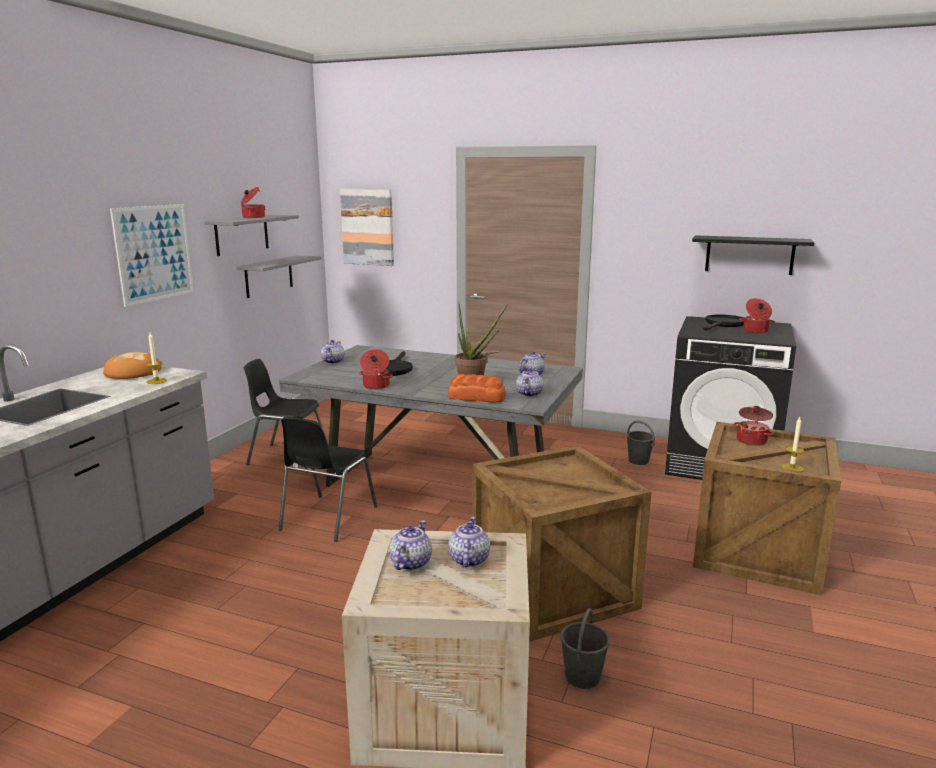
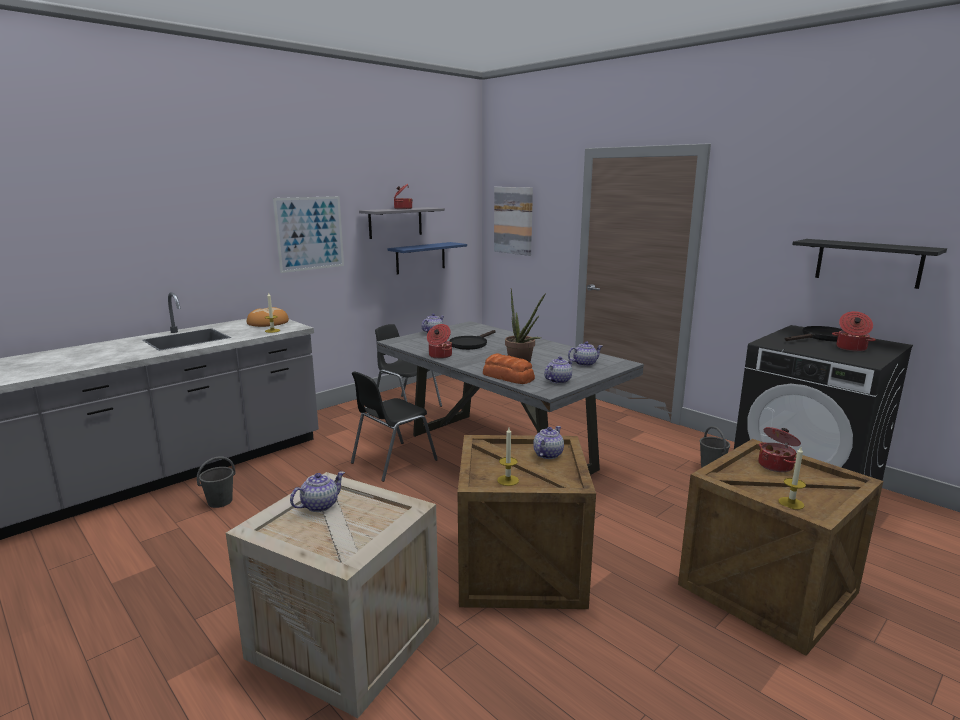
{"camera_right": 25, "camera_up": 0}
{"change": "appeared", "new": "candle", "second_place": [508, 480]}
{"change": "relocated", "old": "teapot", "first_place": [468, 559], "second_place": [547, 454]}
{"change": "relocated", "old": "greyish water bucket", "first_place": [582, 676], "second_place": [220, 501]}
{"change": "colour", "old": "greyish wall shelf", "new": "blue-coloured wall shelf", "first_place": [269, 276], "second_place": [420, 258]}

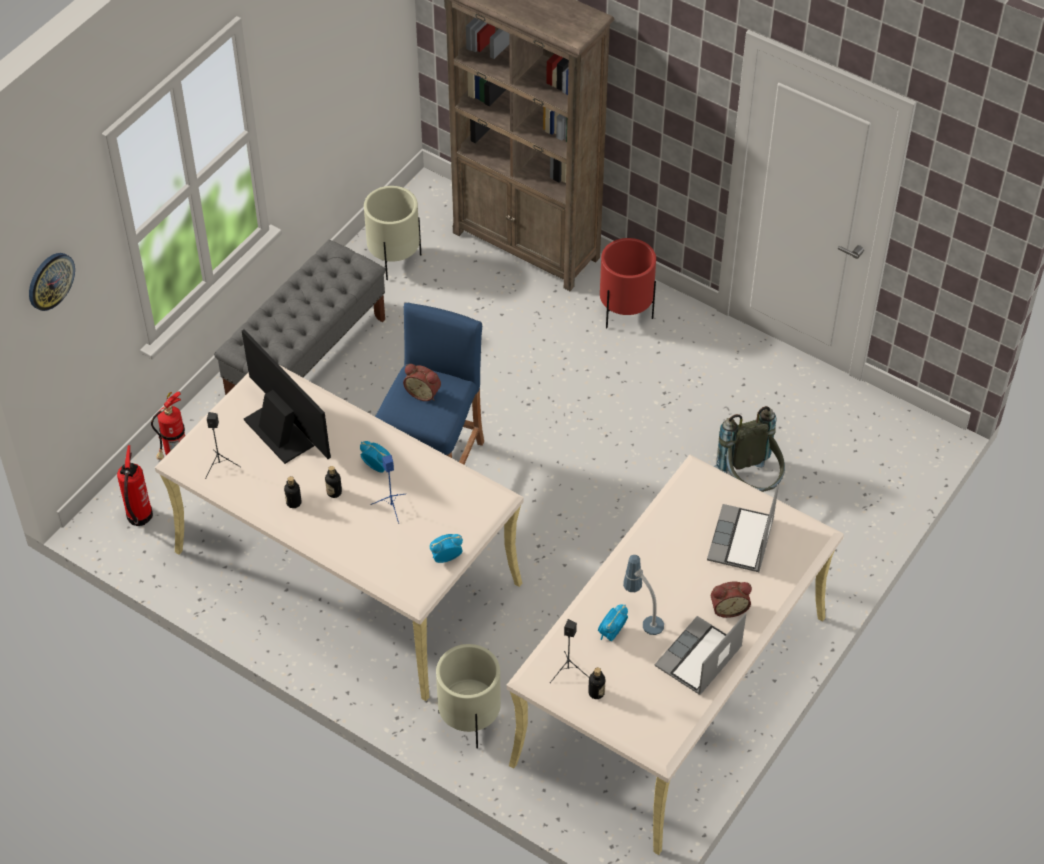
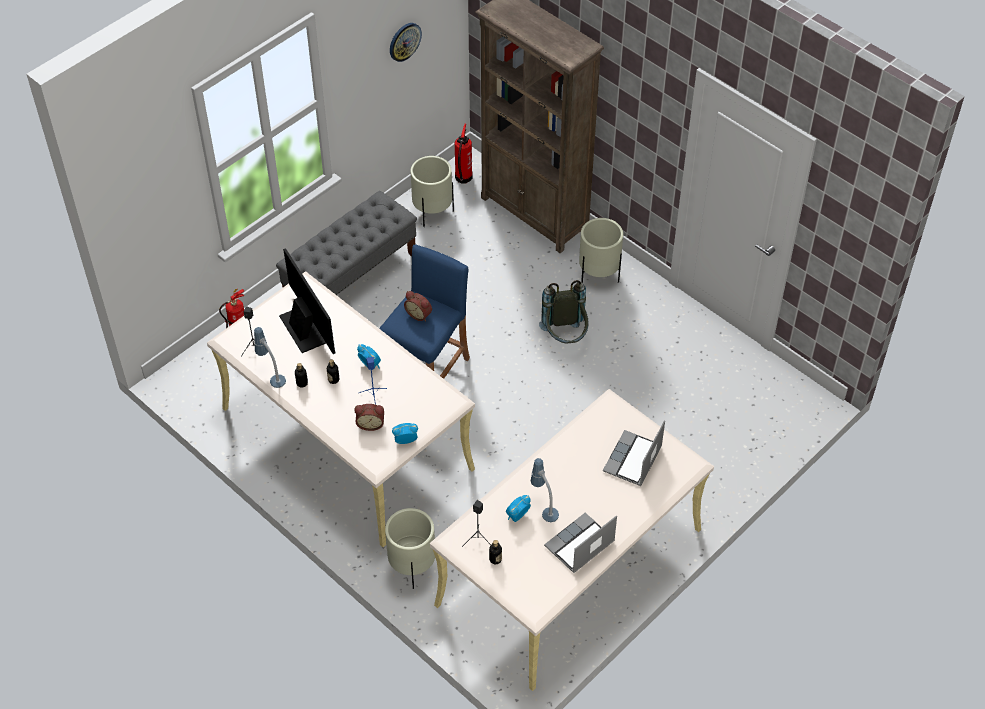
{"camera_right": 10, "camera_up": 0}
{"change": "appeared", "new": "table lamp", "second_place": [271, 374]}
{"change": "relocated", "old": "clock on the wall", "first_place": [50, 281], "second_place": [404, 41]}
{"change": "relocated", "old": "extinguisher", "first_place": [138, 518], "second_place": [463, 178]}
{"change": "relocated", "old": "alarm clock", "first_place": [728, 608], "second_place": [370, 424]}
{"change": "relocated", "old": "greyish backpack", "first_place": [750, 483], "second_place": [565, 338]}
{"change": "colour", "old": "reddish planter", "new": "sand-coloured planter", "first_place": [625, 313], "second_place": [598, 275]}

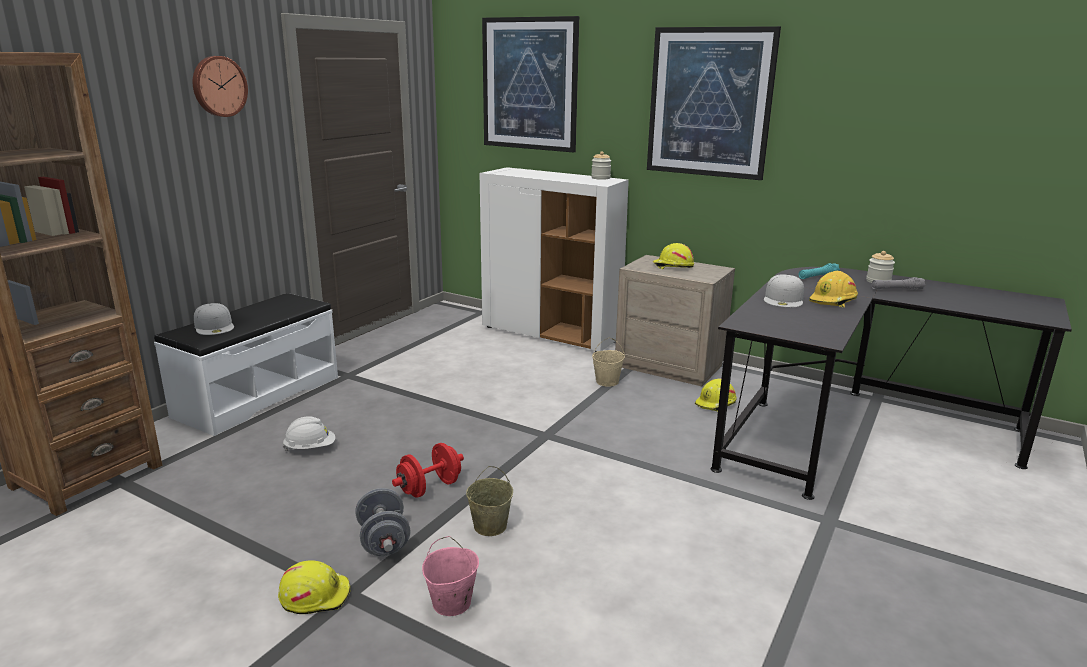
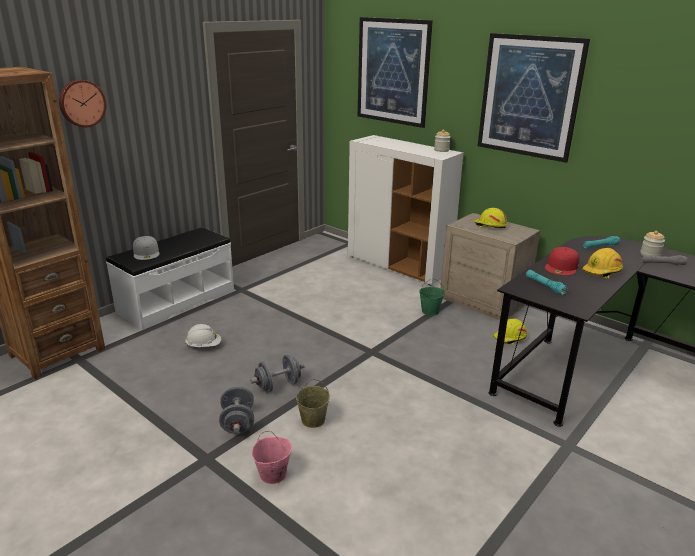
{"camera_right": 10, "camera_up": 5}
{"change": "missing", "old": "yellowish work helmet", "first_place": [315, 595]}
{"change": "appeared", "new": "blue-green hand torch", "second_place": [545, 286]}
{"change": "relocated", "old": "clock on the wall", "first_place": [218, 86], "second_place": [81, 103]}
{"change": "colour", "old": "reddish hand weight", "new": "greyish hand weight", "first_place": [429, 488], "second_place": [278, 385]}
{"change": "colour", "old": "sand-coloured water bucket", "new": "greenish water bucket", "first_place": [607, 381], "second_place": [430, 311]}
{"change": "colour", "old": "white cap", "new": "reddish cap", "first_place": [784, 299], "second_place": [562, 267]}

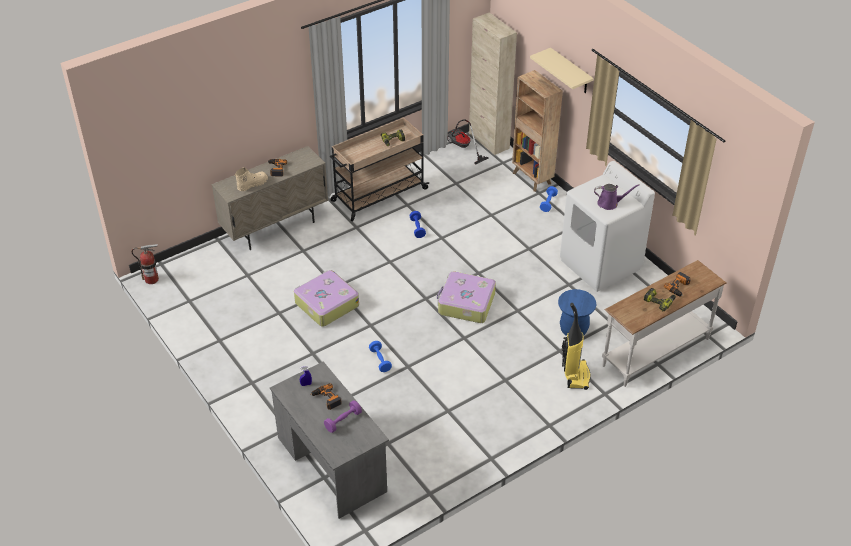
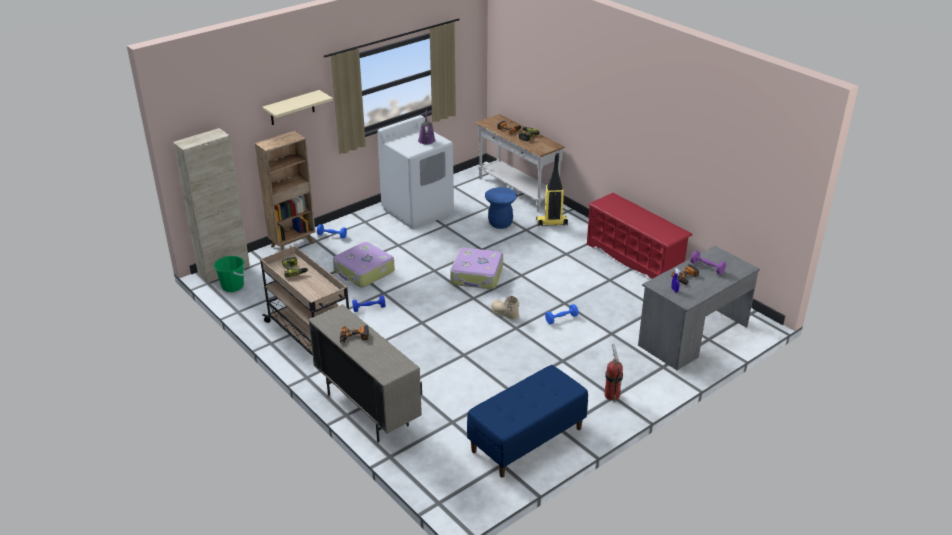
{"camera_right": -95, "camera_up": -10}
{"change": "appeared", "new": "blue-coloured long seat", "second_place": [527, 440]}
{"change": "appeared", "new": "reddish shoe shelf", "second_place": [634, 259]}
{"change": "relocated", "old": "extinguisher", "first_place": [151, 279], "second_place": [612, 395]}
{"change": "relocated", "old": "sand-coloured high-top boot", "first_place": [252, 184], "second_place": [504, 313]}
{"change": "relocated", "old": "travel case", "first_place": [326, 304], "second_place": [364, 272]}
{"change": "exchanged", "old": "vacuum cleaner", "new": "greenish water bucket", "first_place": [462, 148], "second_place": [232, 286]}

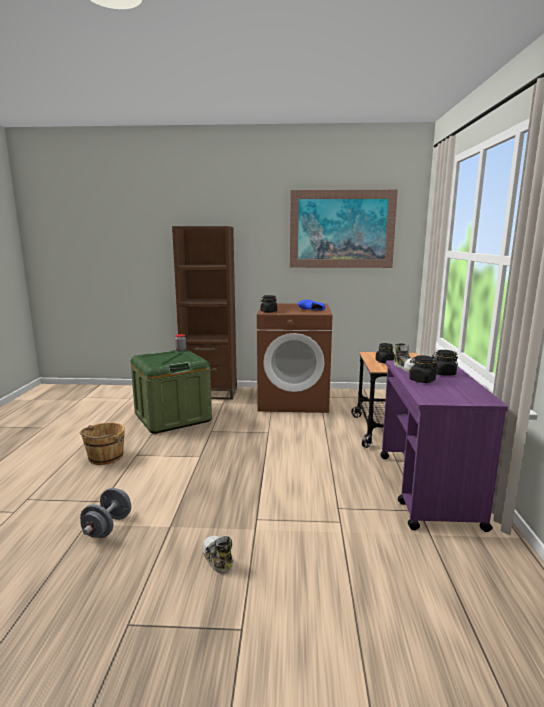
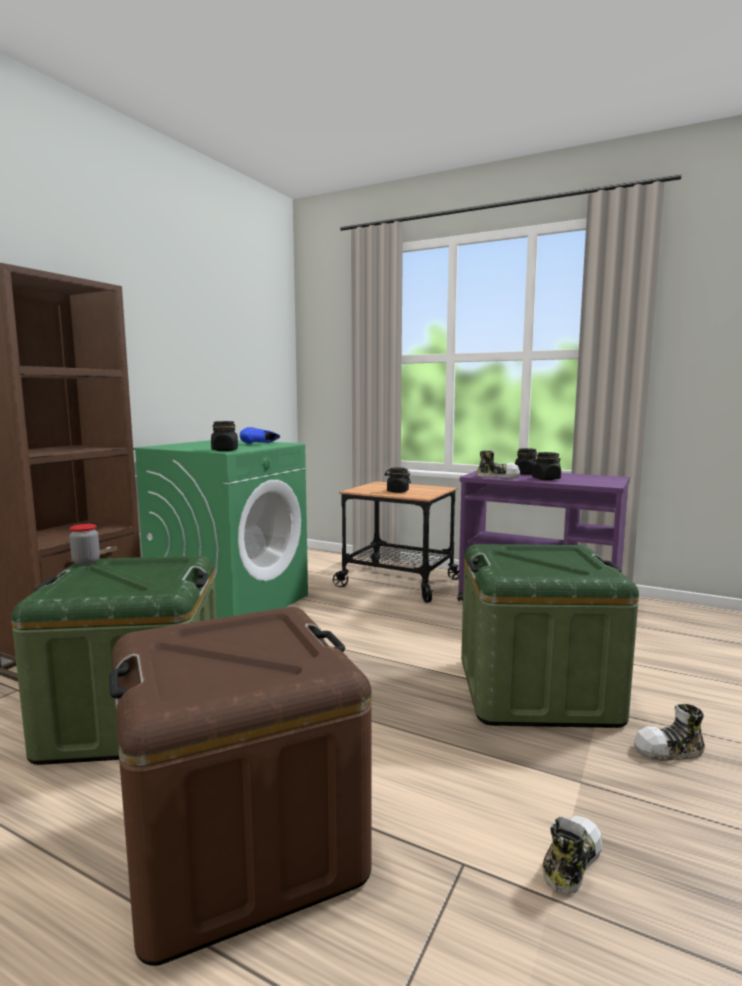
{"camera_right": -65, "camera_up": -5}
{"change": "missing", "old": "picture", "first_place": [342, 229]}
{"change": "appeared", "new": "greenish storage bin", "second_place": [536, 690]}
{"change": "exchanged", "old": "brown water bucket", "new": "brown storage bin", "first_place": [105, 457], "second_place": [241, 844]}
{"change": "exchanged", "old": "greyish hand weight", "new": "item of footwear", "first_place": [108, 527], "second_place": [570, 862]}
{"change": "colour", "old": "brown laundry machine", "new": "greenish laundry machine", "first_place": [293, 400], "second_place": [230, 604]}

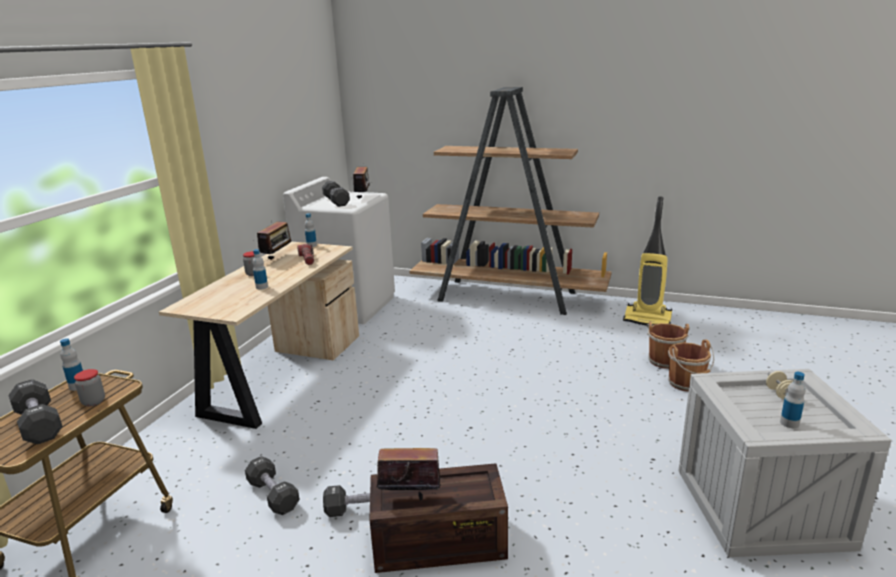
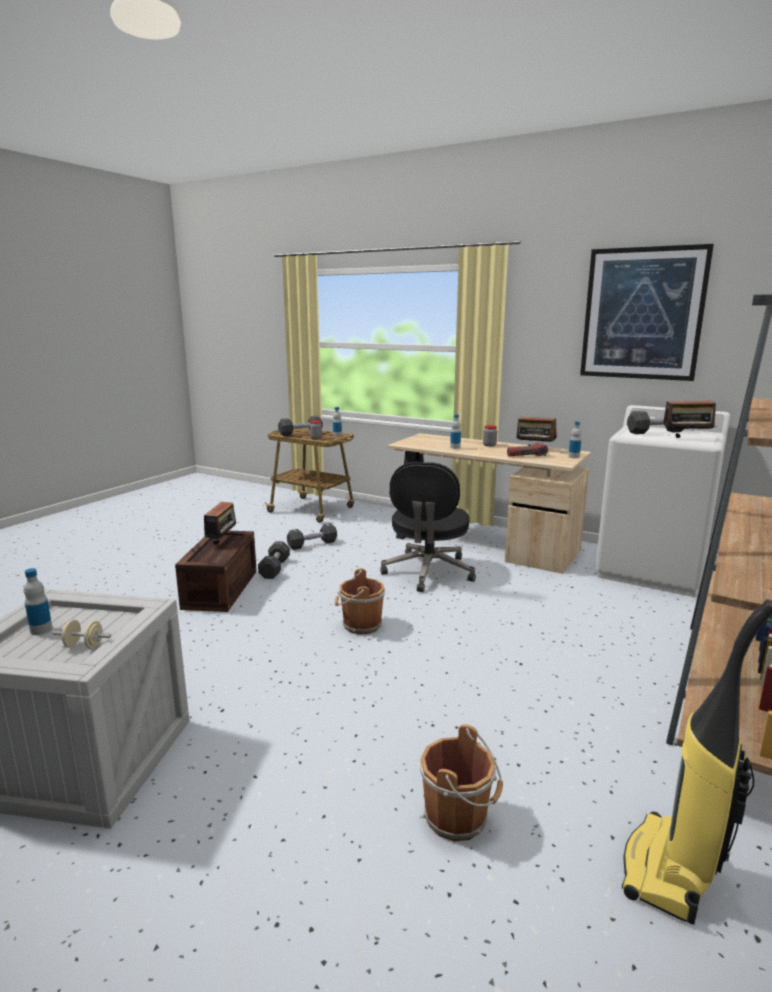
{"camera_right": 100, "camera_up": -5}
{"change": "appeared", "new": "blackish desk chair", "second_place": [428, 572]}
{"change": "appeared", "new": "picture", "second_place": [642, 314]}
{"change": "relocated", "old": "brown water bucket", "first_place": [687, 384], "second_place": [360, 625]}

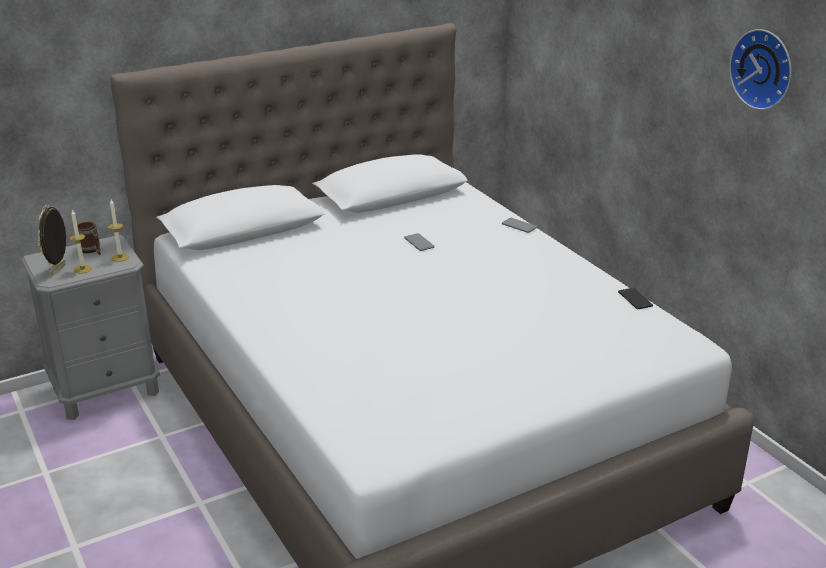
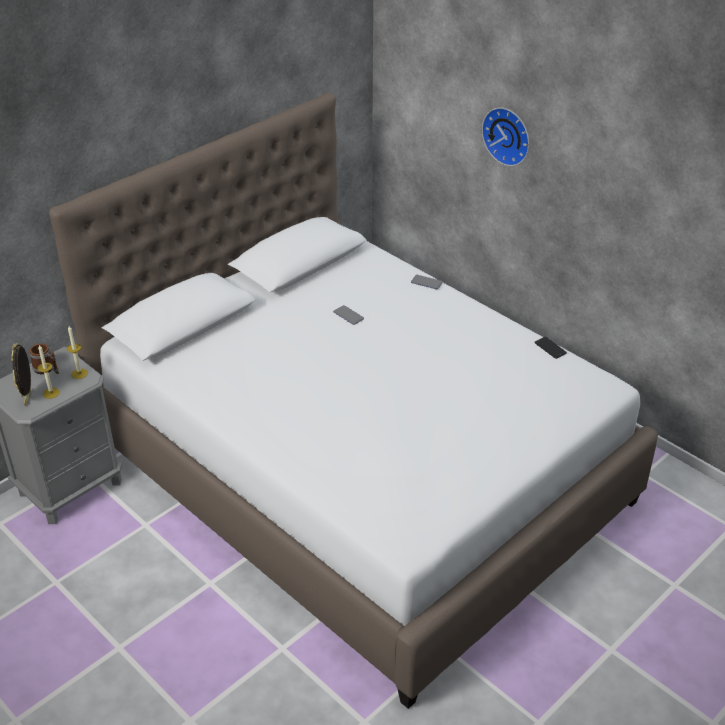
{"camera_right": -15, "camera_up": 10}
{"change": "relocated", "old": "clock on the wall", "first_place": [764, 68], "second_place": [508, 135]}

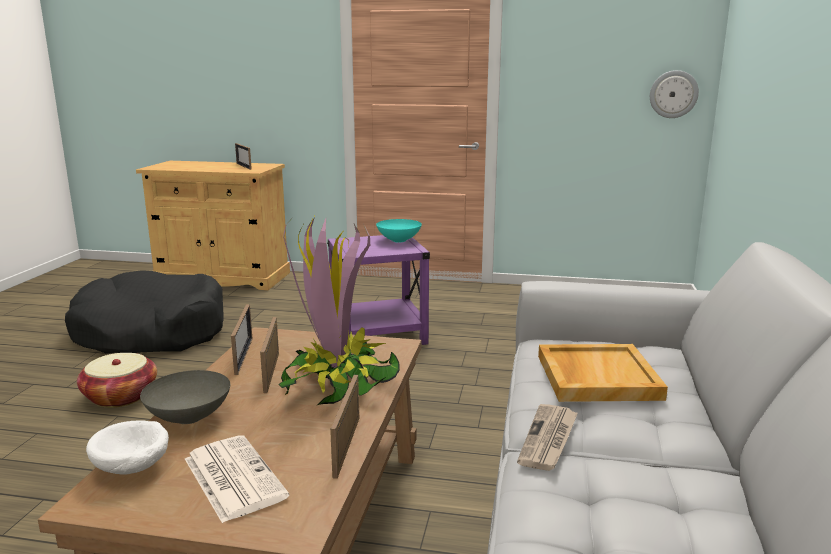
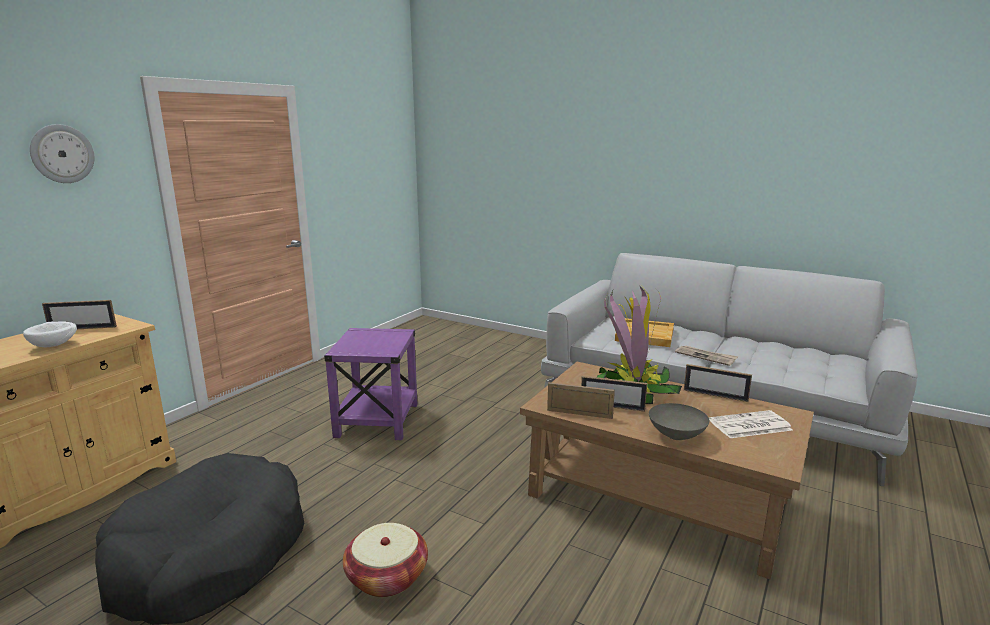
{"camera_right": -70, "camera_up": 0}
{"change": "missing", "old": "blue-green bowl", "first_place": [399, 240]}
{"change": "relocated", "old": "white bowl", "first_place": [132, 469], "second_place": [55, 345]}
{"change": "relocated", "old": "clock on the wall", "first_place": [673, 94], "second_place": [62, 154]}

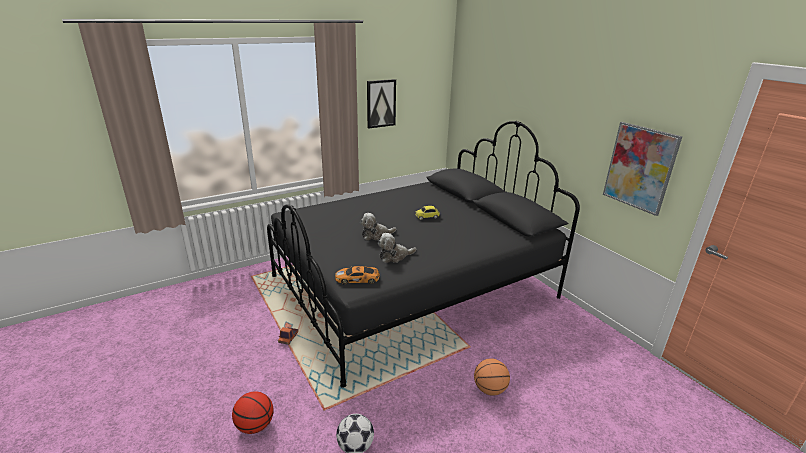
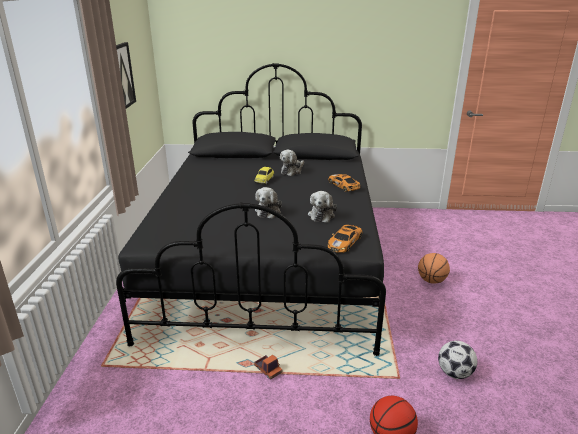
{"camera_right": -55, "camera_up": 0}
{"change": "missing", "old": "picture", "first_place": [640, 167]}
{"change": "appeared", "new": "soft toy", "second_place": [292, 171]}
{"change": "appeared", "new": "model car", "second_place": [344, 186]}

